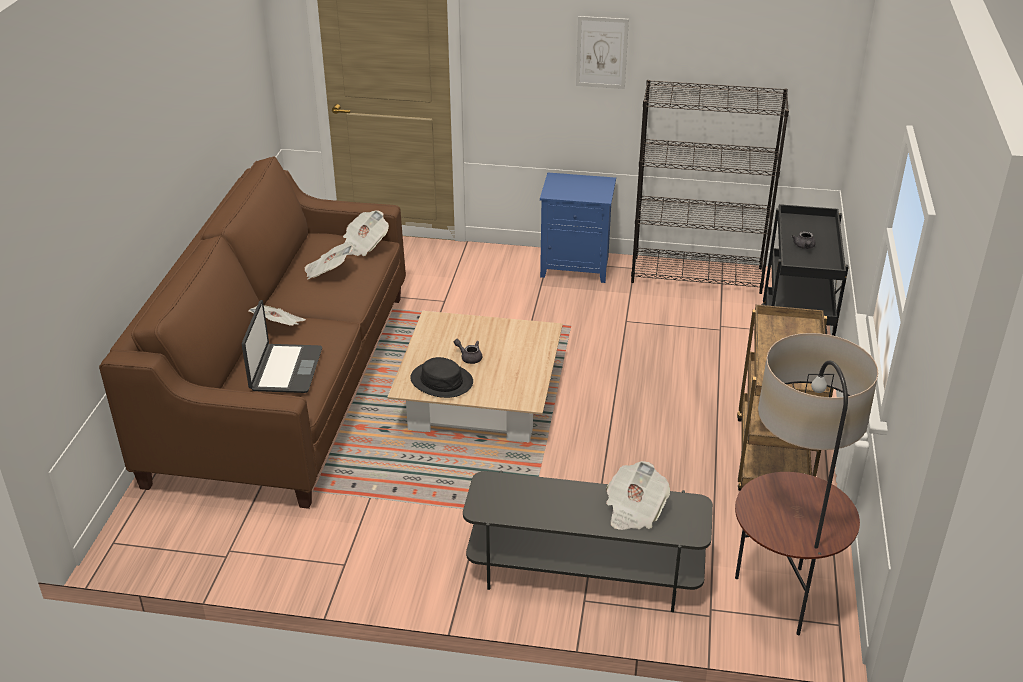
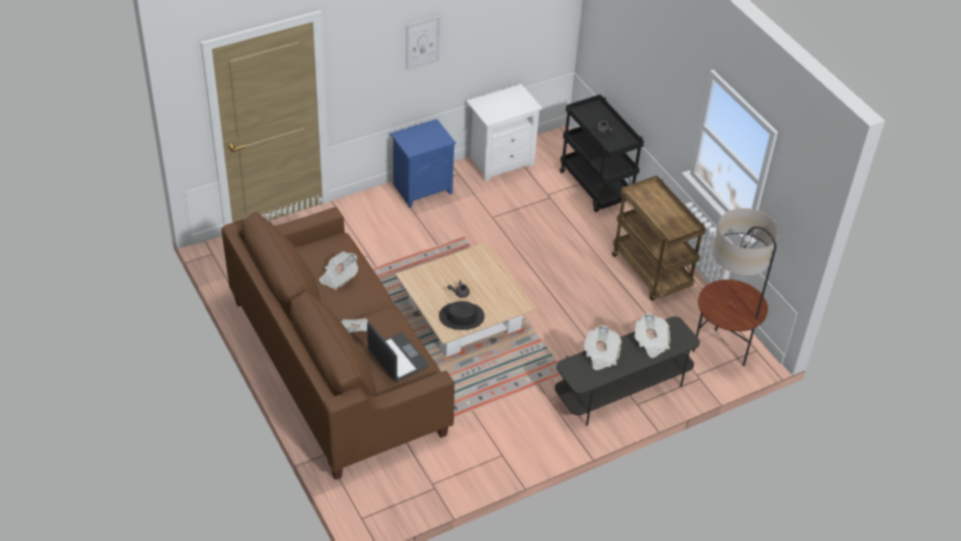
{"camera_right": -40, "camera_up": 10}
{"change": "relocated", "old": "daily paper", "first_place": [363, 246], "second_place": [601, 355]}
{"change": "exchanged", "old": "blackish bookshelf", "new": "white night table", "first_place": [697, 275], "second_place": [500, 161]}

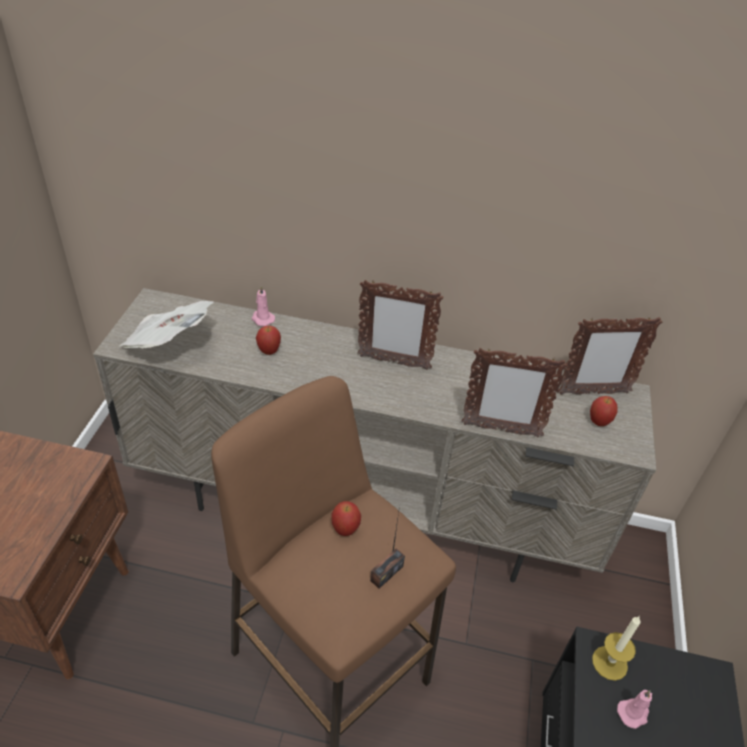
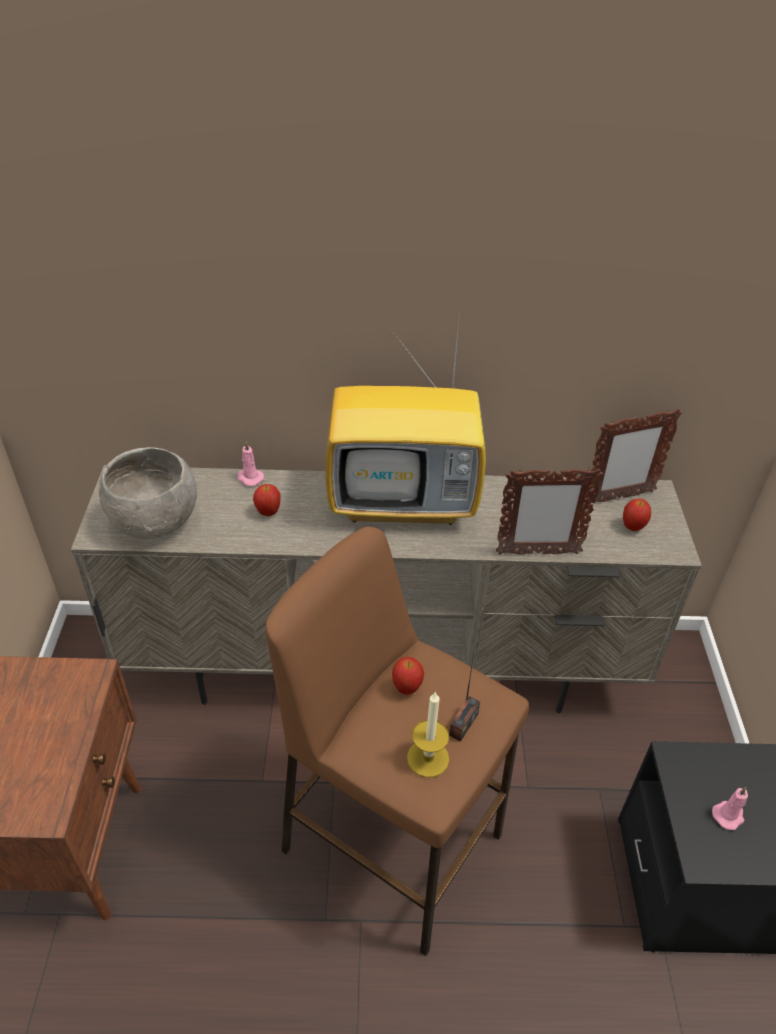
{"camera_right": -10, "camera_up": 0}
{"change": "relocated", "old": "candle", "first_place": [609, 663], "second_place": [428, 758]}
{"change": "exchanged", "old": "daily paper", "new": "greyish bowl", "first_place": [169, 343], "second_place": [154, 522]}
{"change": "exchanged", "old": "standing frame", "new": "television", "first_place": [393, 362], "second_place": [405, 501]}

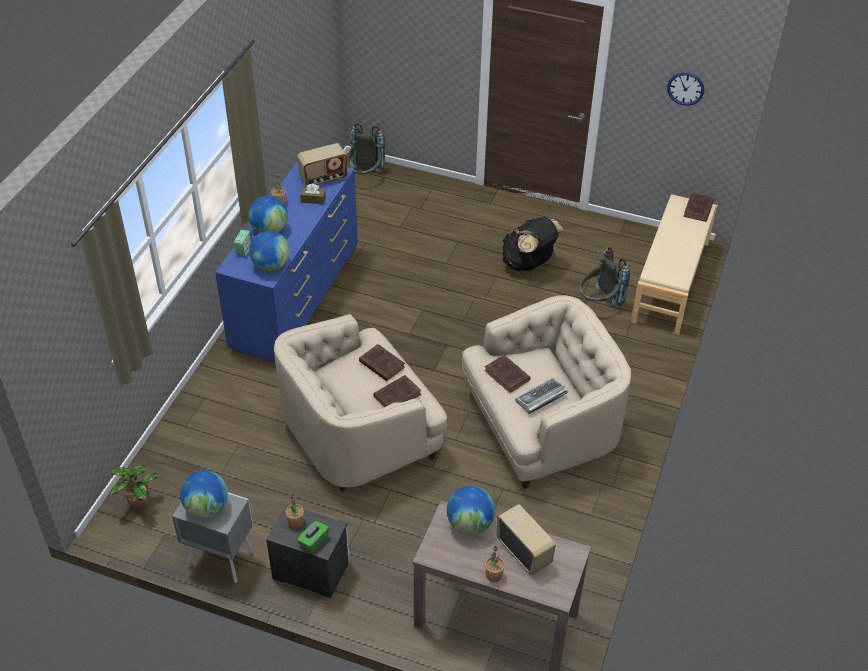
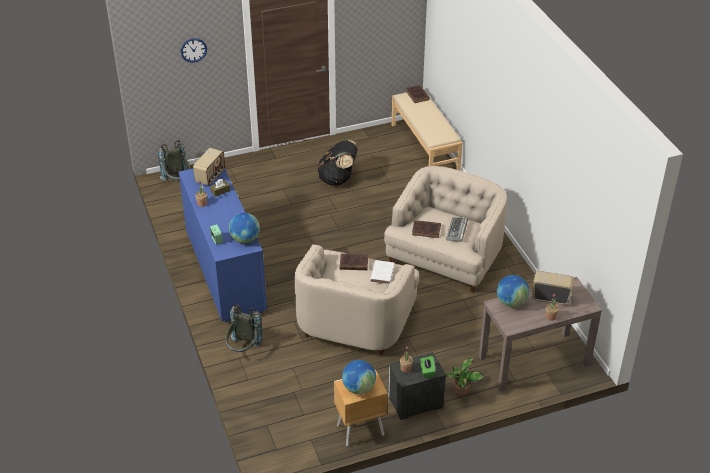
{"camera_right": -40, "camera_up": -5}
{"change": "missing", "old": "globe", "first_place": [269, 230]}
{"change": "relocated", "old": "houseplant", "first_place": [138, 503], "second_place": [460, 393]}
{"change": "relocated", "old": "greyish backpack", "first_place": [599, 302], "second_place": [243, 350]}
{"change": "relocated", "old": "clock on the wall", "first_place": [685, 88], "second_place": [193, 50]}
{"change": "colour", "old": "greyish night table", "new": "brown night table", "first_place": [220, 558], "second_place": [359, 430]}
{"change": "colour", "old": "brown bound book", "new": "white bound book", "first_place": [398, 395], "second_place": [382, 273]}

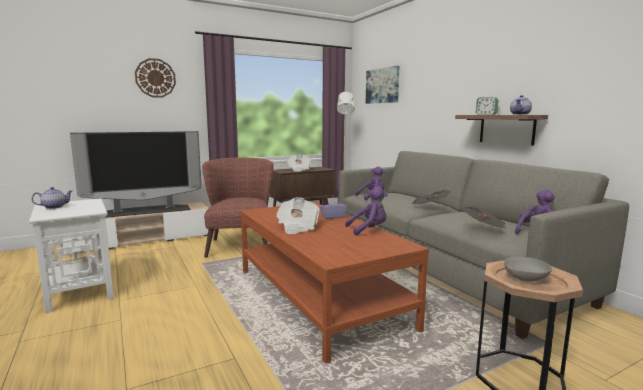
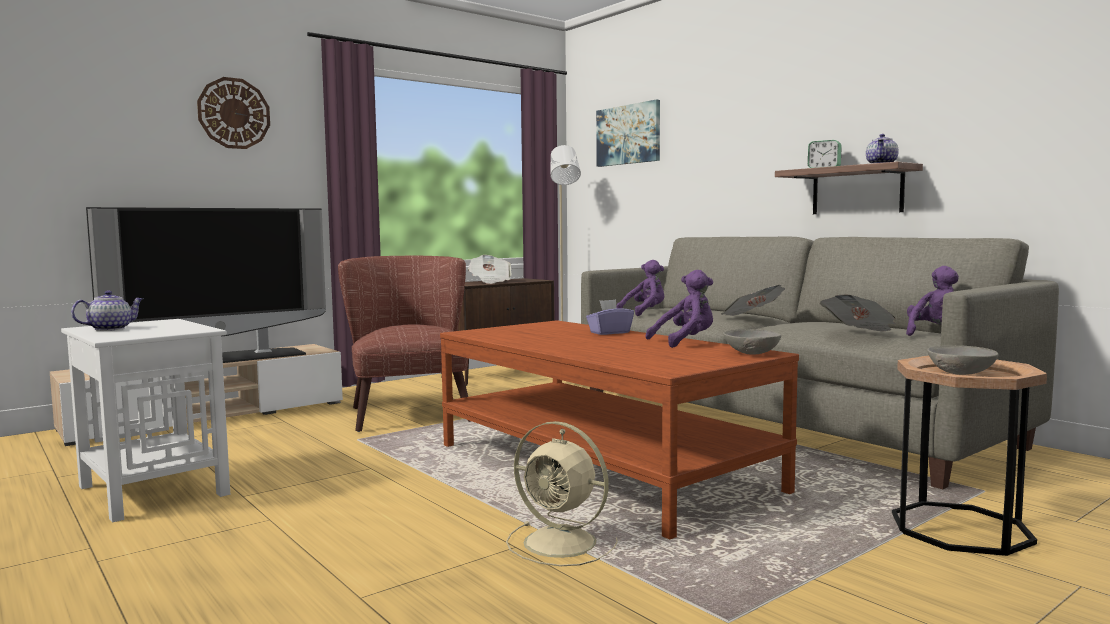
{"camera_right": -10, "camera_up": -5}
{"change": "missing", "old": "daily paper", "first_place": [297, 227]}
{"change": "appeared", "new": "sand-coloured electric fan", "second_place": [563, 543]}
{"change": "appeared", "new": "greyish bowl", "second_place": [752, 353]}

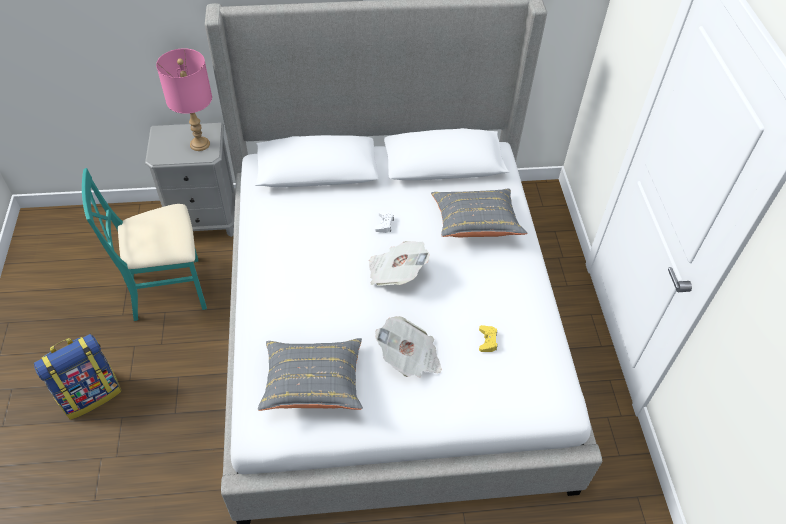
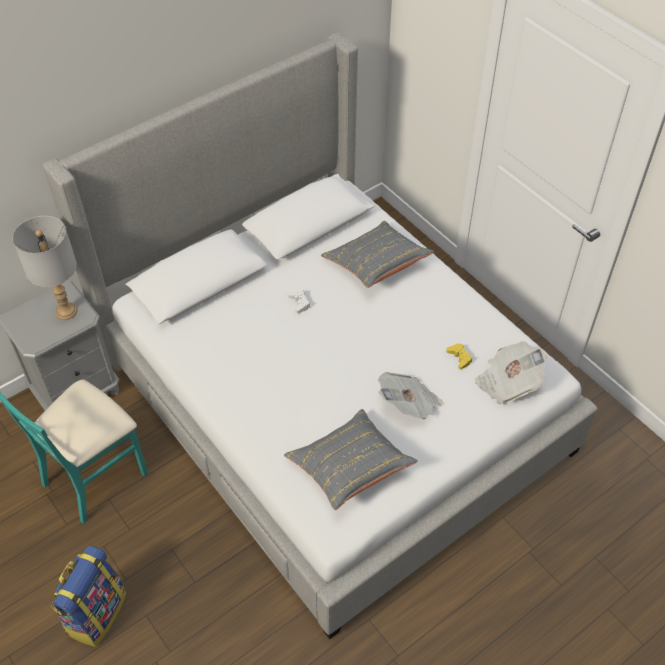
{"camera_right": -30, "camera_up": 0}
{"change": "relocated", "old": "daily paper", "first_place": [395, 273], "second_place": [507, 382]}
{"change": "colour", "old": "pink table lamp", "new": "greyish table lamp", "first_place": [199, 144], "second_place": [65, 311]}

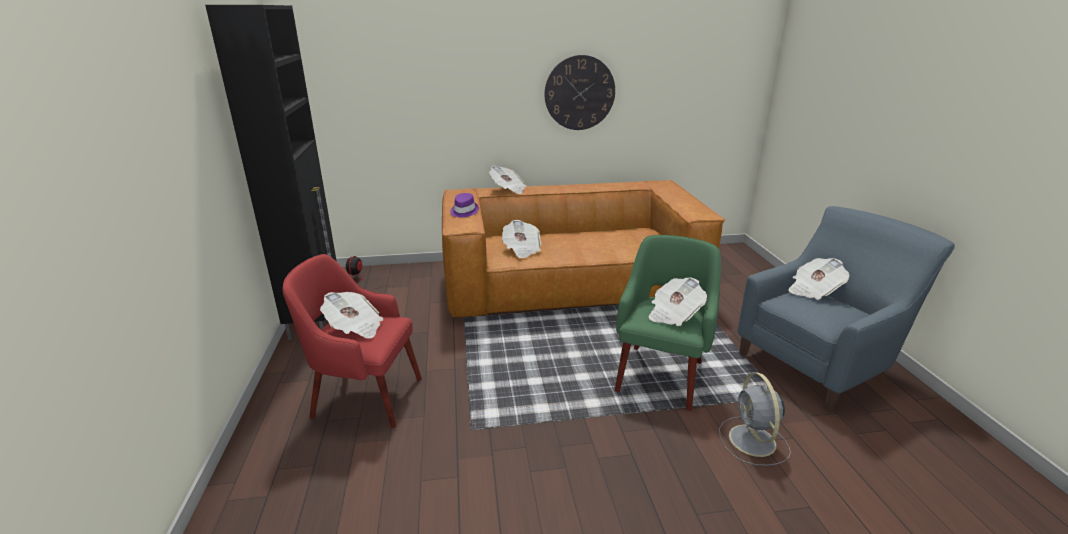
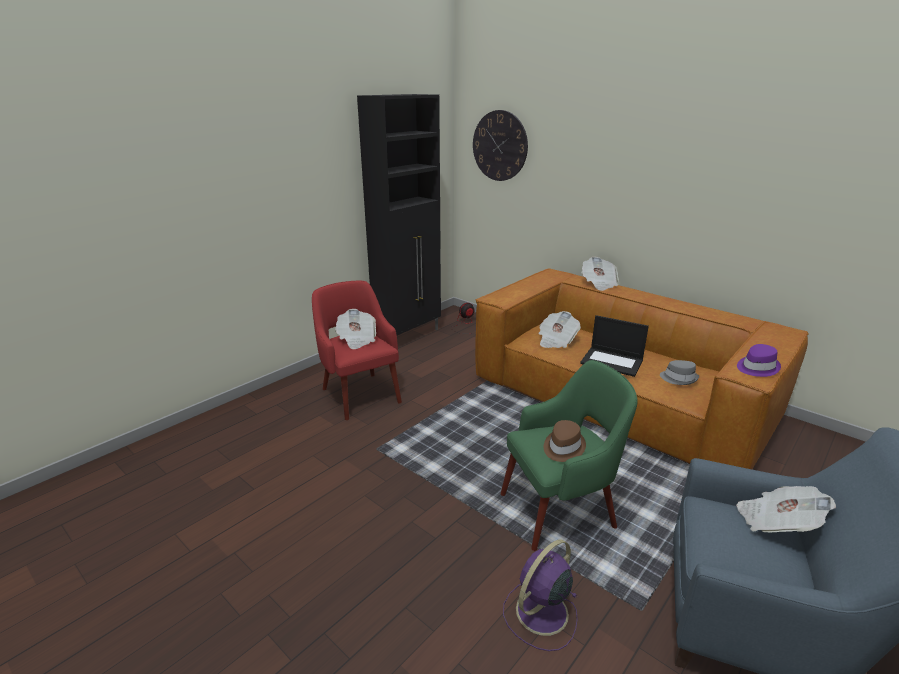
{"camera_right": 50, "camera_up": 0}
{"change": "appeared", "new": "notebook computer", "second_place": [612, 362]}
{"change": "appeared", "new": "greyish wearable hat", "second_place": [679, 378]}
{"change": "relocated", "old": "purple-coloured wearable hat", "first_place": [463, 211], "second_place": [756, 367]}
{"change": "relocated", "old": "clock on the wall", "first_place": [579, 93], "second_place": [499, 146]}
{"change": "exchanged", "old": "daily paper", "new": "brown wearable hat", "first_place": [673, 314], "second_place": [563, 447]}
{"change": "colour", "old": "greyish electric fan", "new": "purple-coloured electric fan", "first_place": [753, 442], "second_place": [540, 613]}

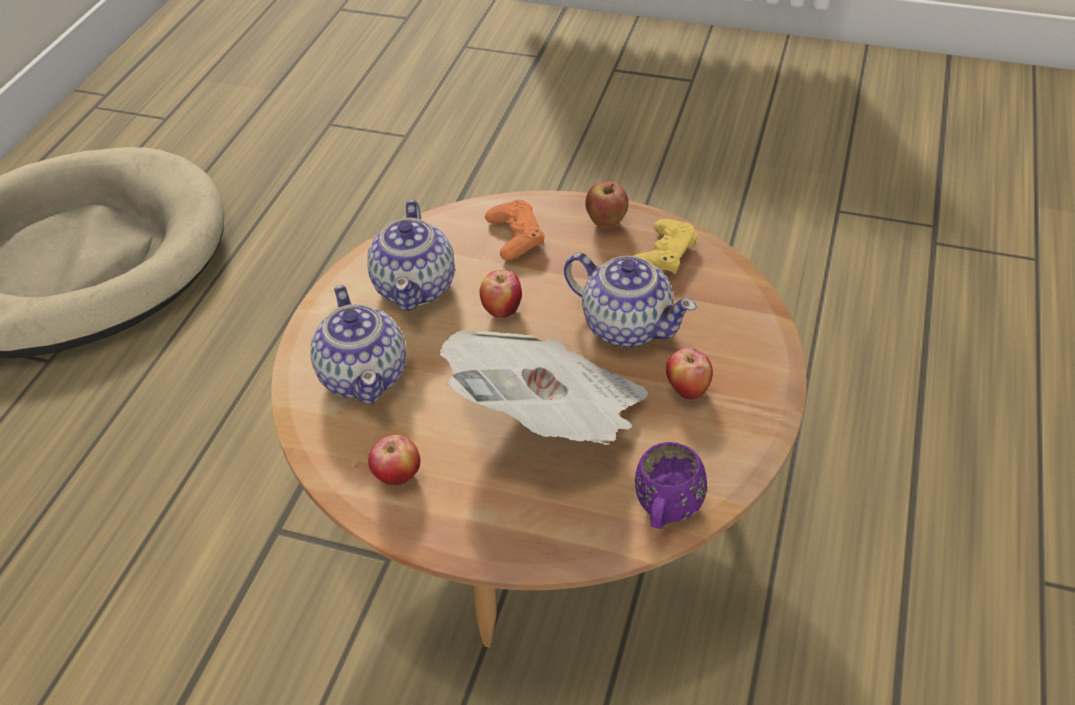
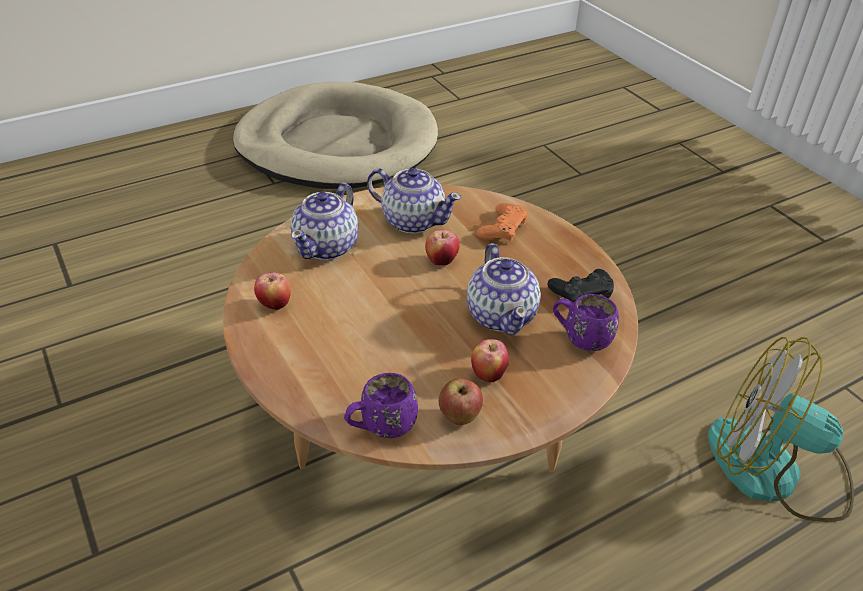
{"camera_right": 40, "camera_up": -5}
{"change": "missing", "old": "daily paper", "first_place": [551, 418]}
{"change": "appeared", "new": "purple-coloured coffee mug", "second_place": [580, 339]}
{"change": "appeared", "new": "electric fan", "second_place": [775, 471]}
{"change": "relocated", "old": "whole apple", "first_place": [606, 223], "second_place": [459, 417]}
{"change": "colour", "old": "yellowish gamepad", "new": "blackish gamepad", "first_place": [664, 254], "second_place": [581, 292]}
{"change": "spun", "old": "teapot", "first_place": [416, 286], "second_place": [412, 220], "degrees": -105}

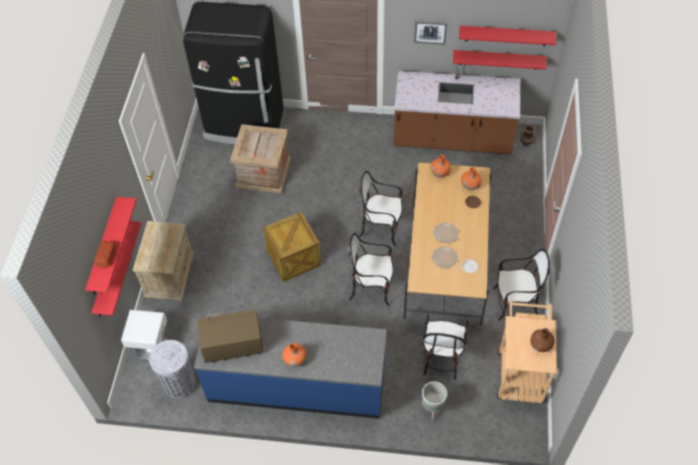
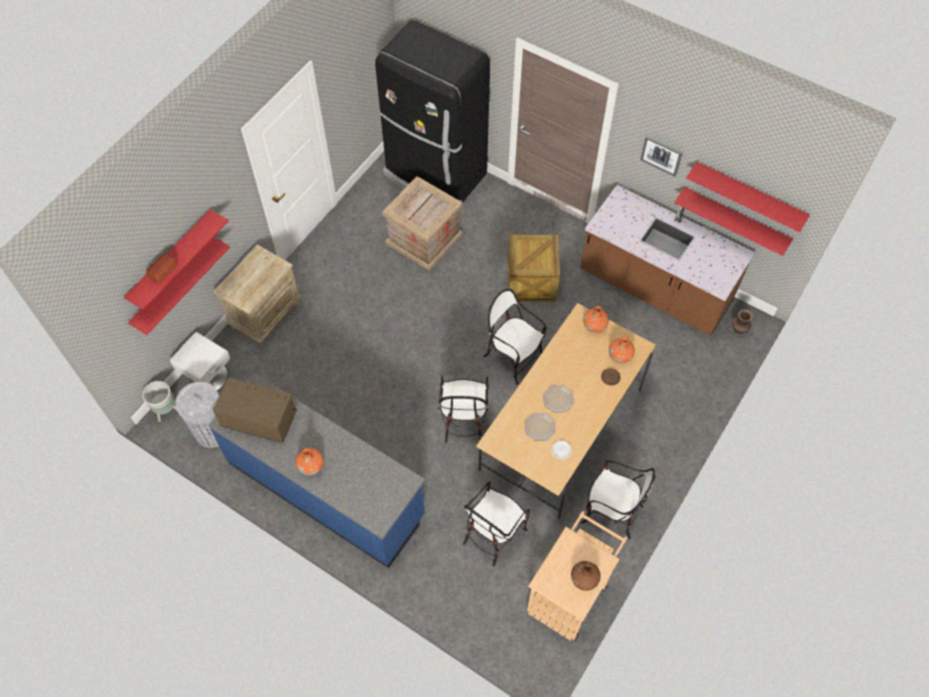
{"camera_right": 25, "camera_up": 5}
{"change": "relocated", "old": "crate", "first_place": [293, 258], "second_place": [531, 281]}
{"change": "relocated", "old": "greyish planter", "first_place": [432, 408], "second_place": [166, 411]}
{"change": "spun", "old": "chair", "first_place": [371, 288], "second_place": [463, 420], "degrees": -120}

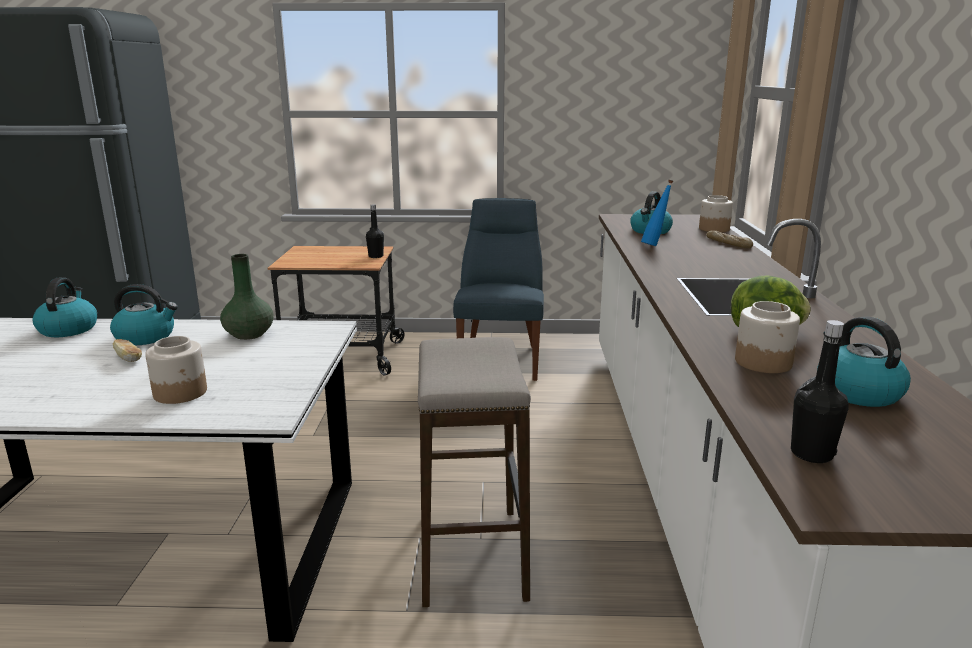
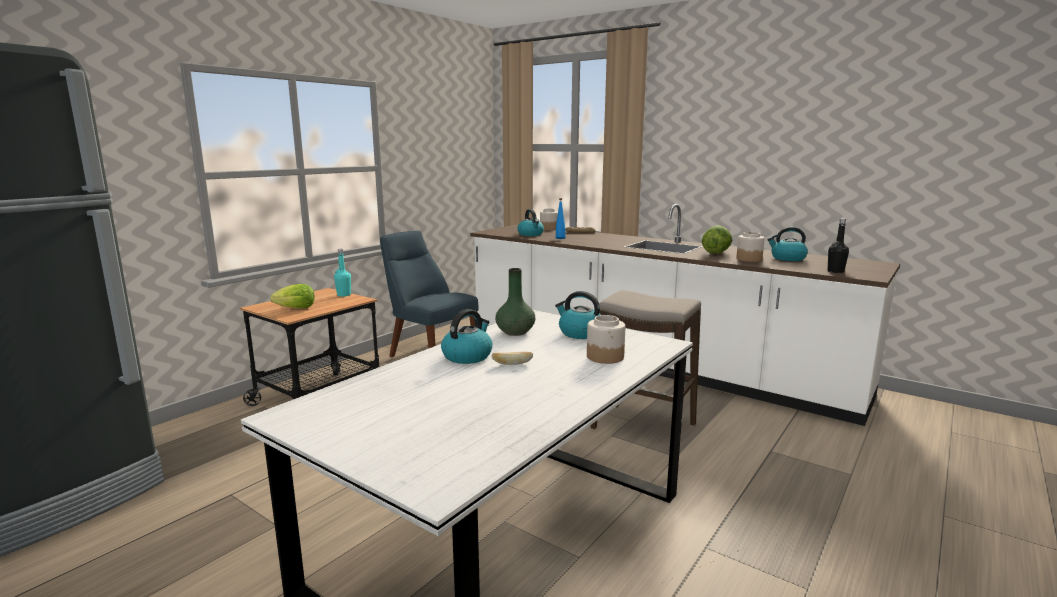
{"camera_right": -55, "camera_up": -5}
{"change": "appeared", "new": "lettuce head", "second_place": [296, 308]}
{"change": "relocated", "old": "tea kettle", "first_place": [68, 329], "second_place": [580, 333]}
{"change": "colour", "old": "blackish beverage bottle", "new": "blue-green beverage bottle", "first_place": [376, 256], "second_place": [344, 295]}

